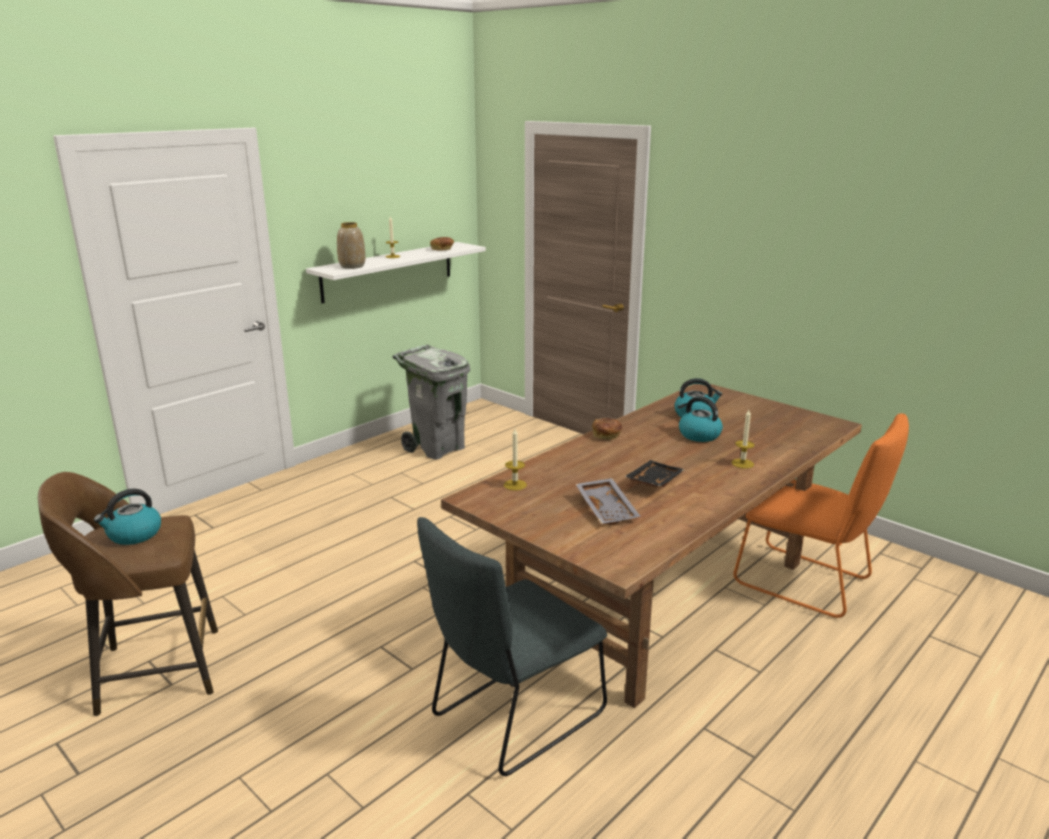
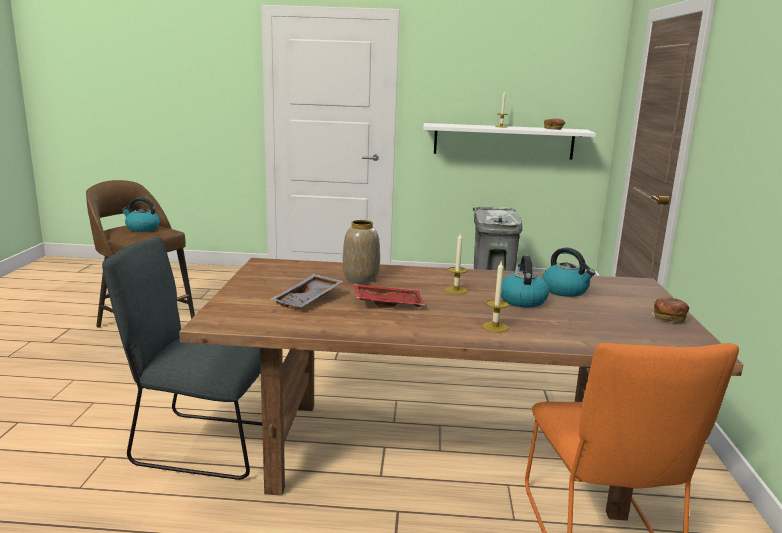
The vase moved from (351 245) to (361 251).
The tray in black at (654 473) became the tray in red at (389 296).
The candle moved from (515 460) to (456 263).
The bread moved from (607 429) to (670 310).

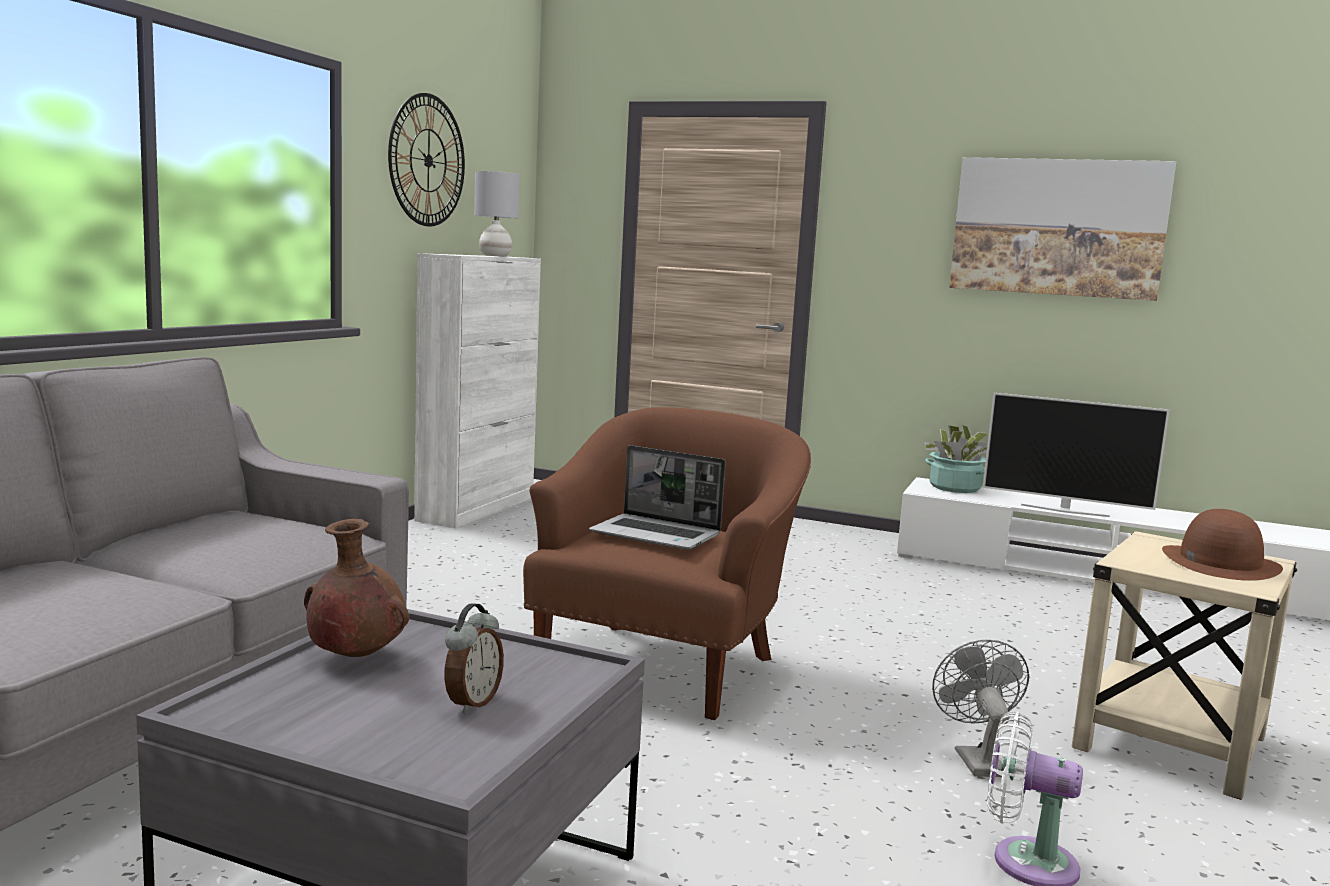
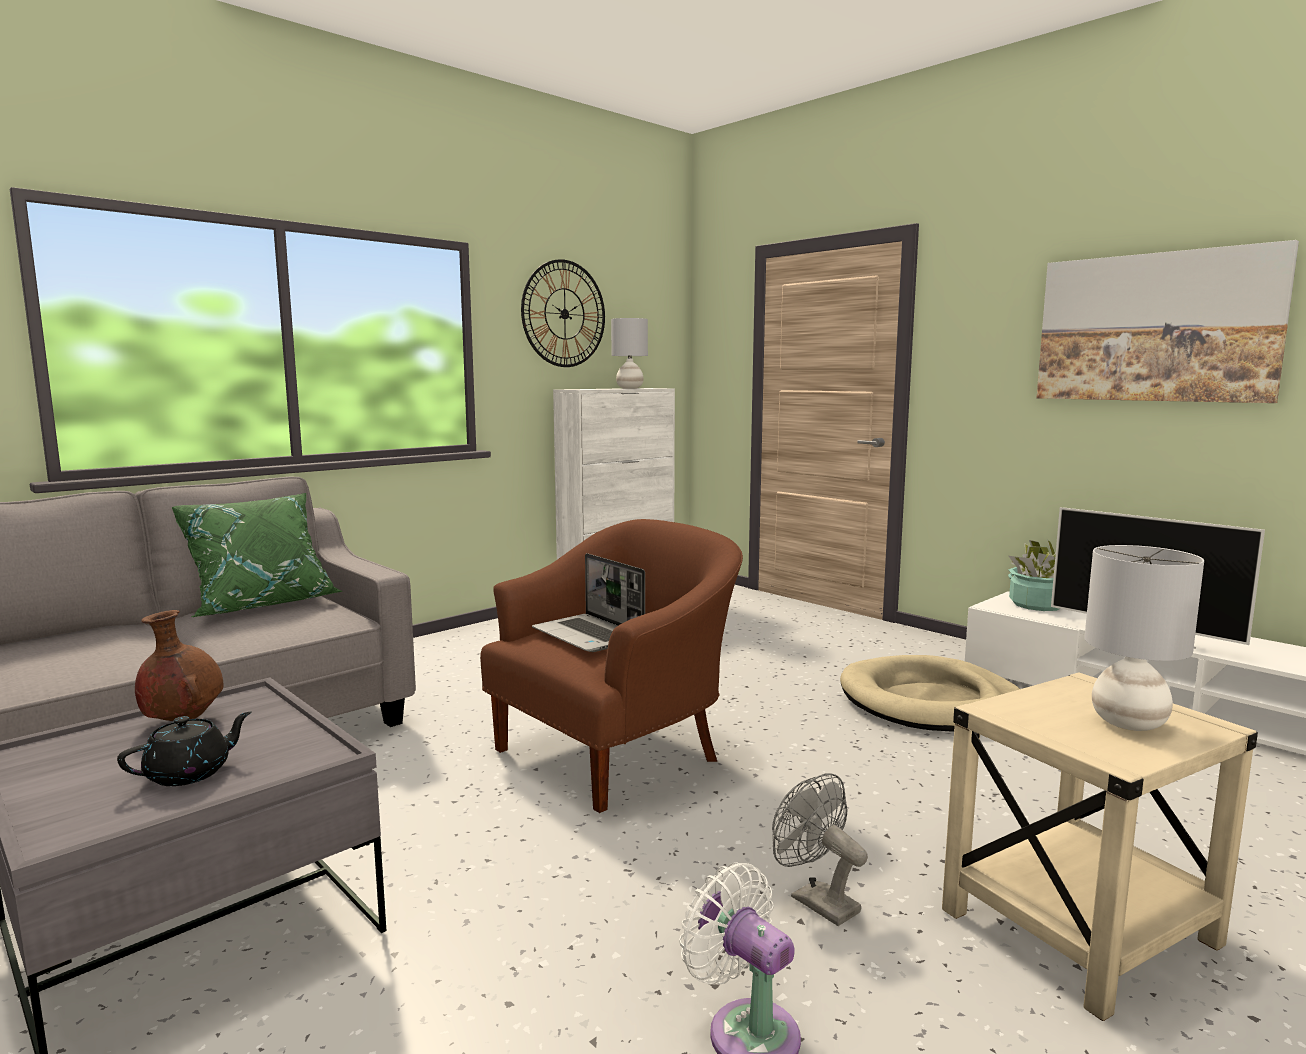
The alarm clock at (474 658) was replaced by the teapot in black at (184 749).
The pillow in green at (257 555) appeared.
The fan in grey at (980 708) turned 60 degrees counterclockwise.
The dog bed in beige at (930 693) appeared.
The hat in brown at (1222 545) was replaced by the table lamp in grey at (1144 638).

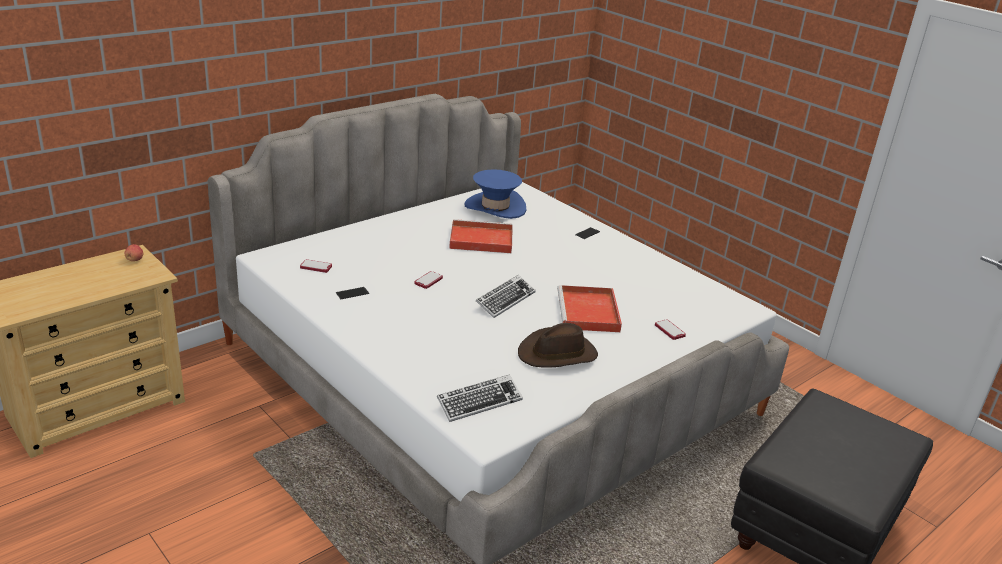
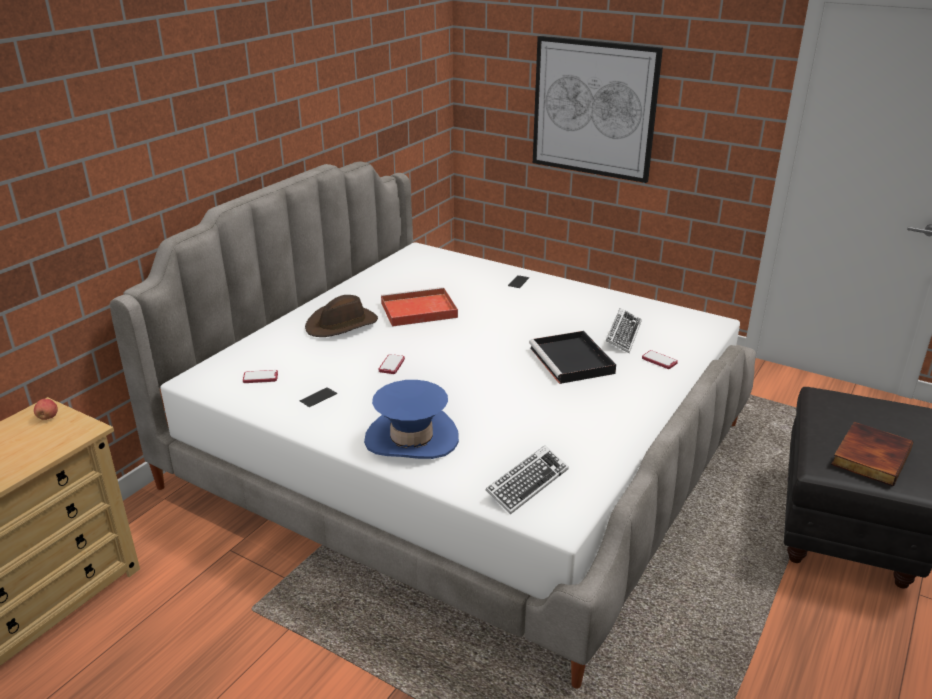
The hat in brown moved from (558 345) to (341 316).
The hat in blue moved from (495 194) to (411 419).
The tray in red at (589 308) became the tray in black at (572 357).
The picture at (598 109) appeared.
The keyboard moved from (506 296) to (623 330).
The book at (872 454) appeared.

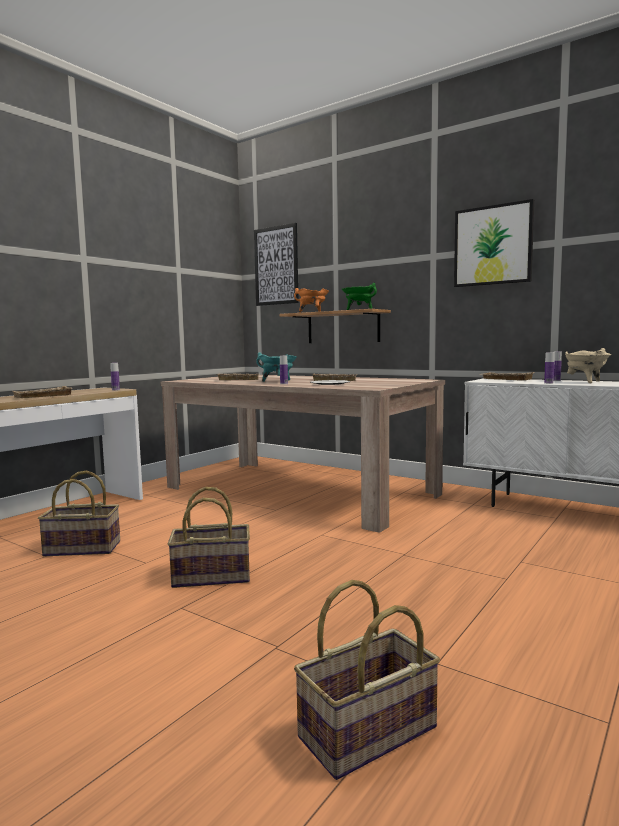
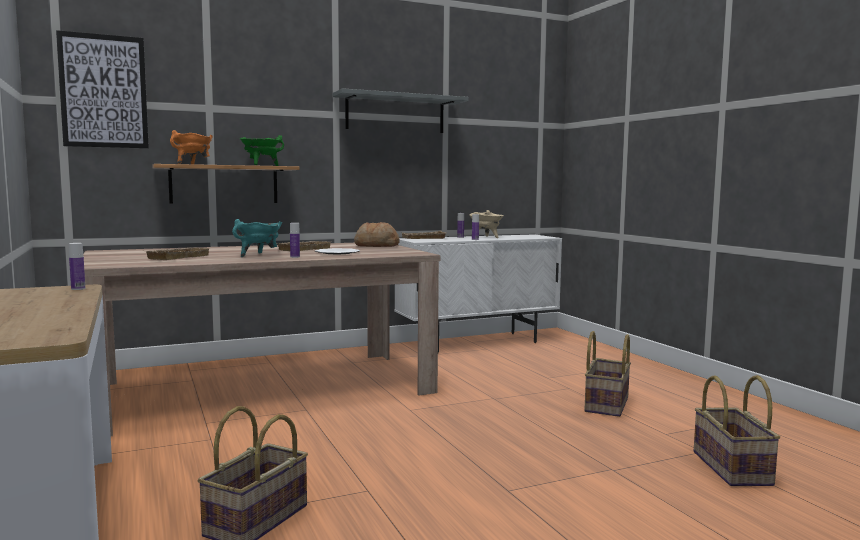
The picture at (494 243) was replaced by the shelf in grey at (401 110).
The bread at (377 234) appeared.
The basket moved from (209 537) to (607 374).
The tray in beige at (42 392) disappeared.

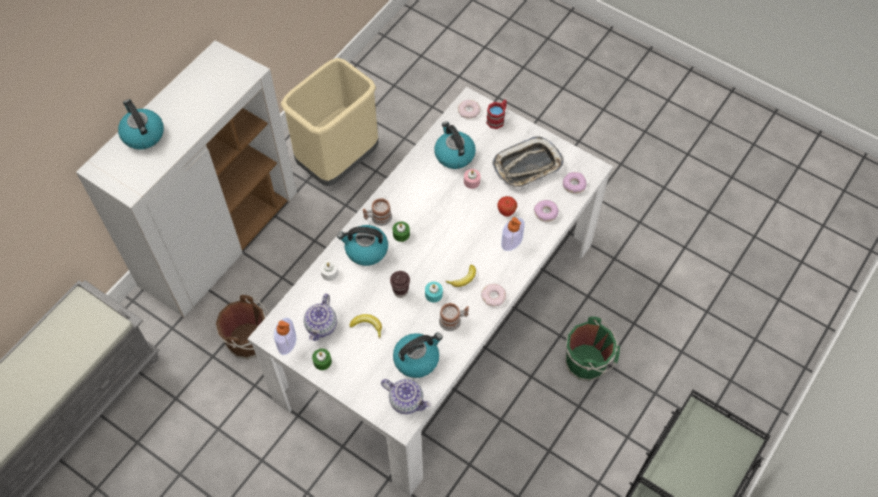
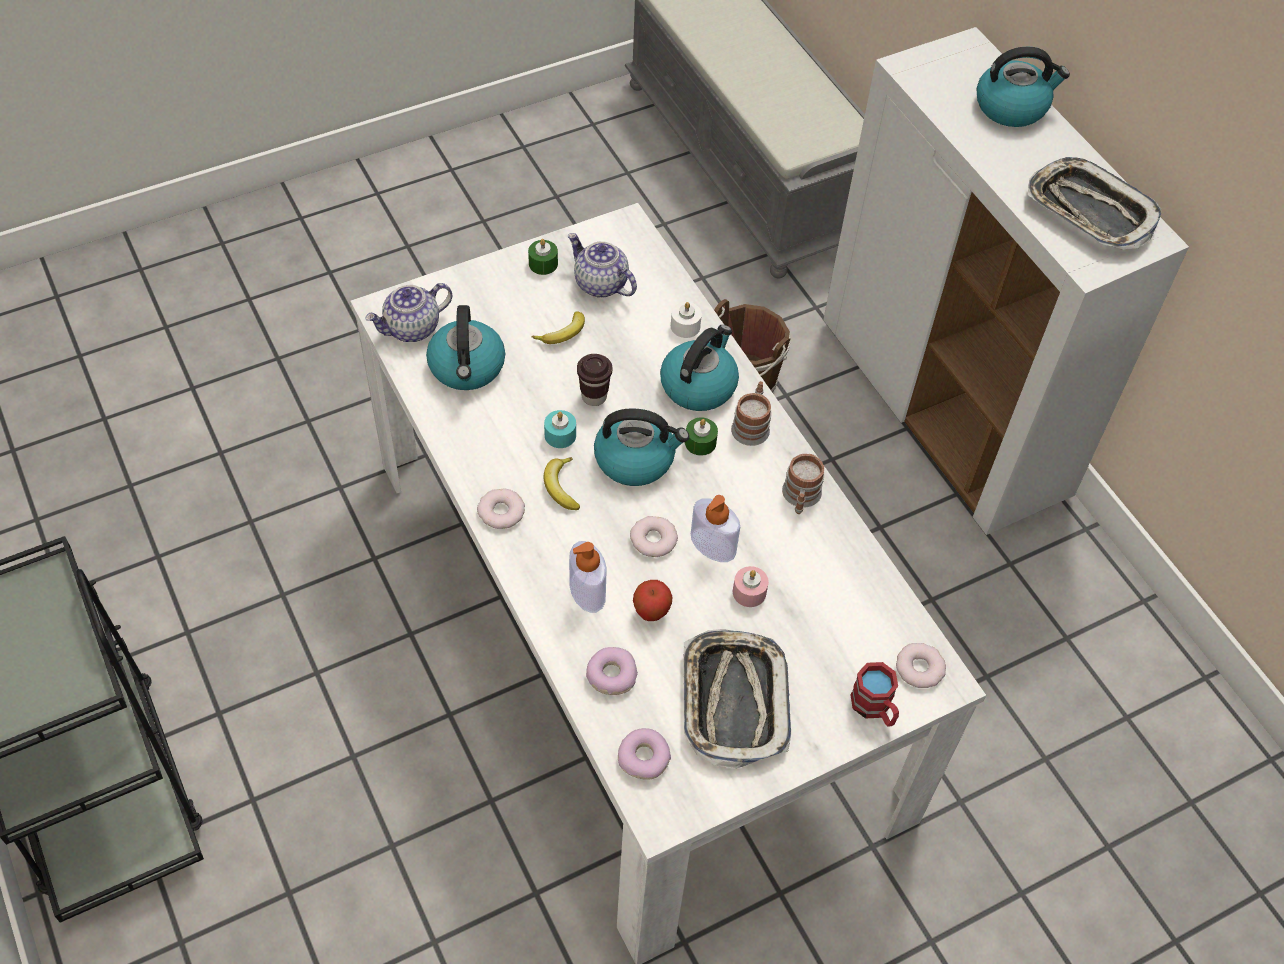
The kettle moved from (455 145) to (641 447).
The donut at (654 536) appeared.
The soap dispenser moved from (285 336) to (715 528).
The mug moved from (454 317) to (803 484).
The tray at (1095 203) appeared.
The trash can in beige at (330 122) disappeared.
The bucket in green at (592 349) disappeared.

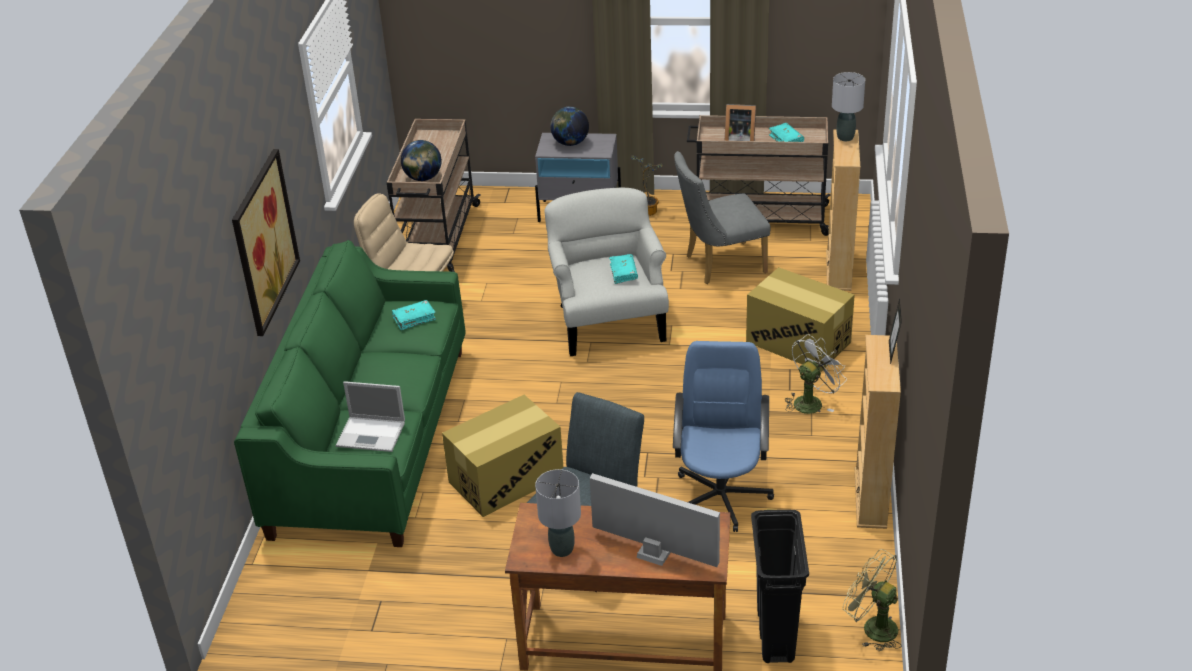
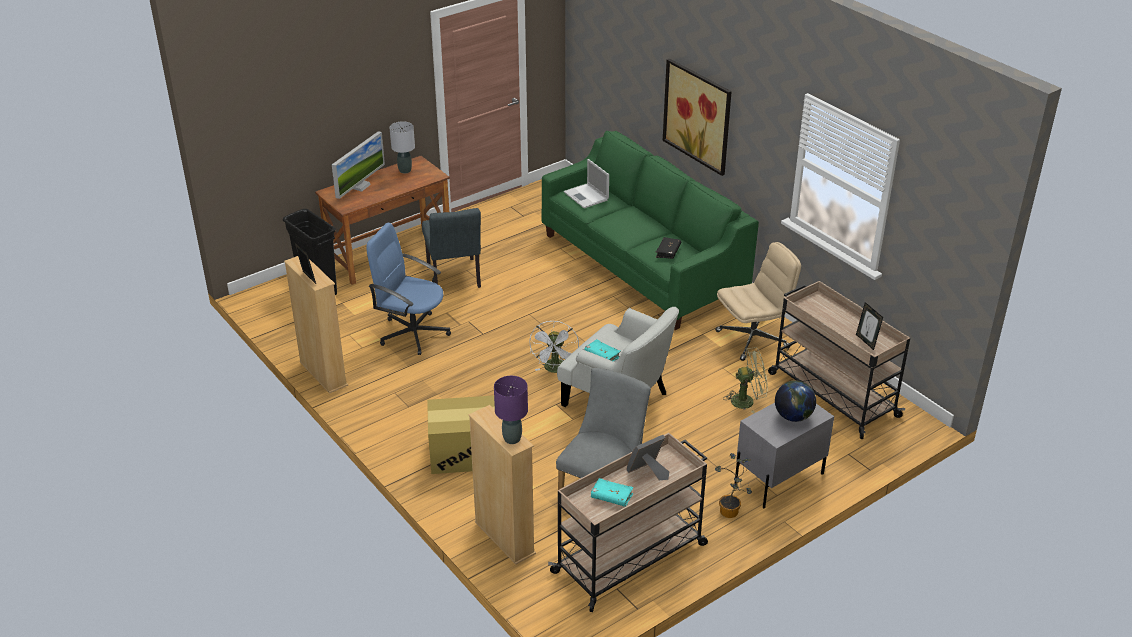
The monitor at (655 520) turned 45 degrees counterclockwise.
The office chair in blue at (723 436) turned 150 degrees clockwise.
The table lamp in grey at (848 106) became the table lamp in purple at (511 410).
The fan in white moved from (816 374) to (554 347).
The laptop at (370 416) turned 90 degrees counterclockwise.
The book in turquoise at (414 315) became the book in black at (668 248).
The fan in green moved from (872 600) to (745 380).
The picture frame at (869 326) appeared.
The globe at (421 160) disappeared.
The cardboard box at (503 456) disappeared.

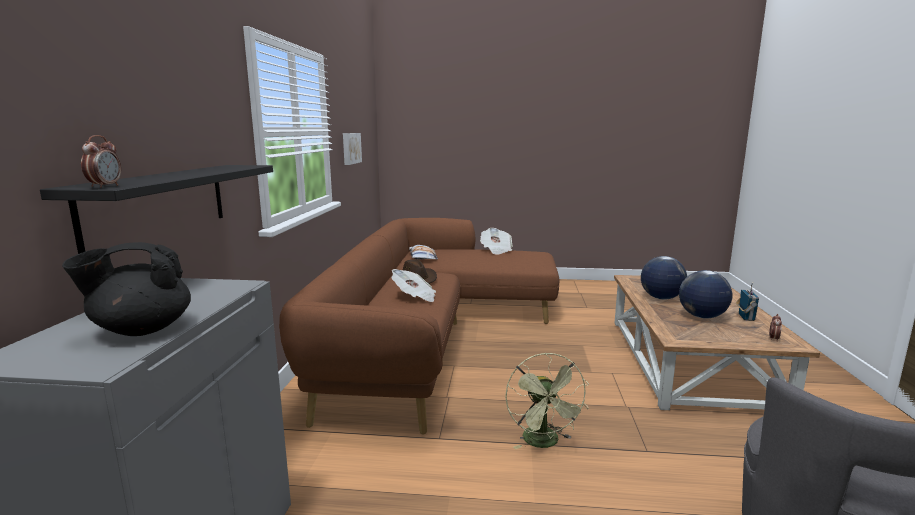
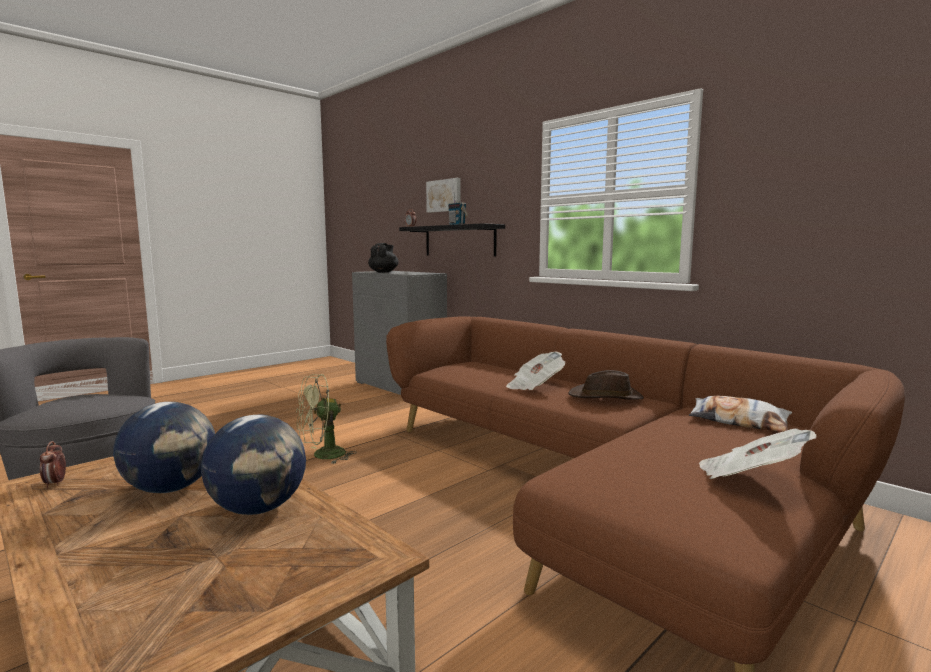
The fan in green at (547 400) turned 60 degrees counterclockwise.
The picture moved from (352 149) to (443 195).
The radio moved from (747 301) to (458 208).

